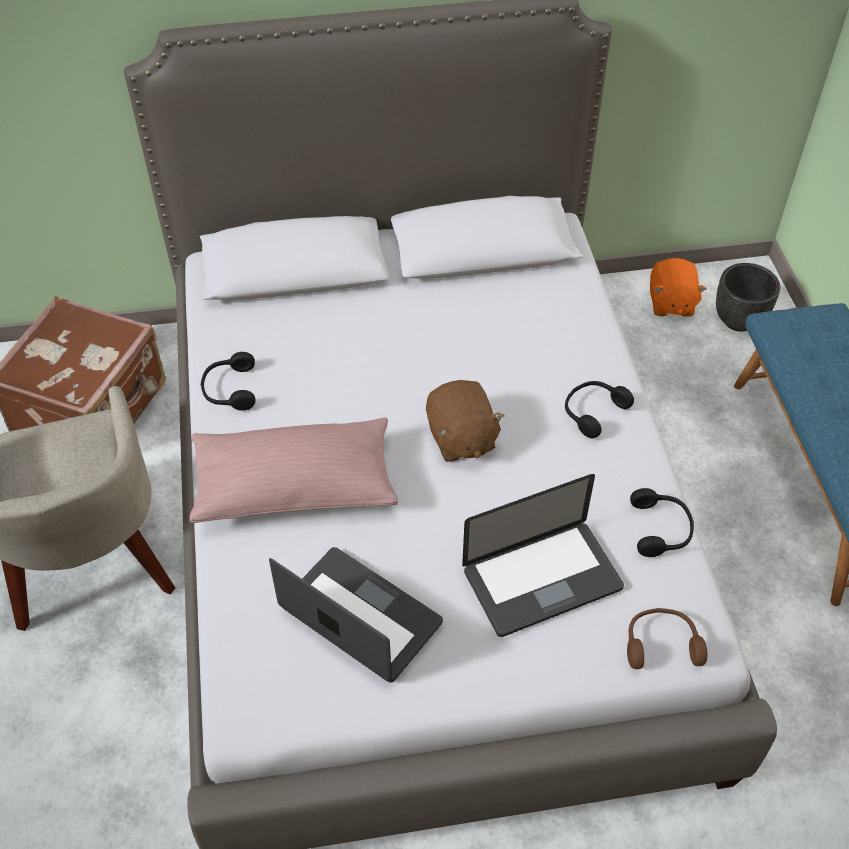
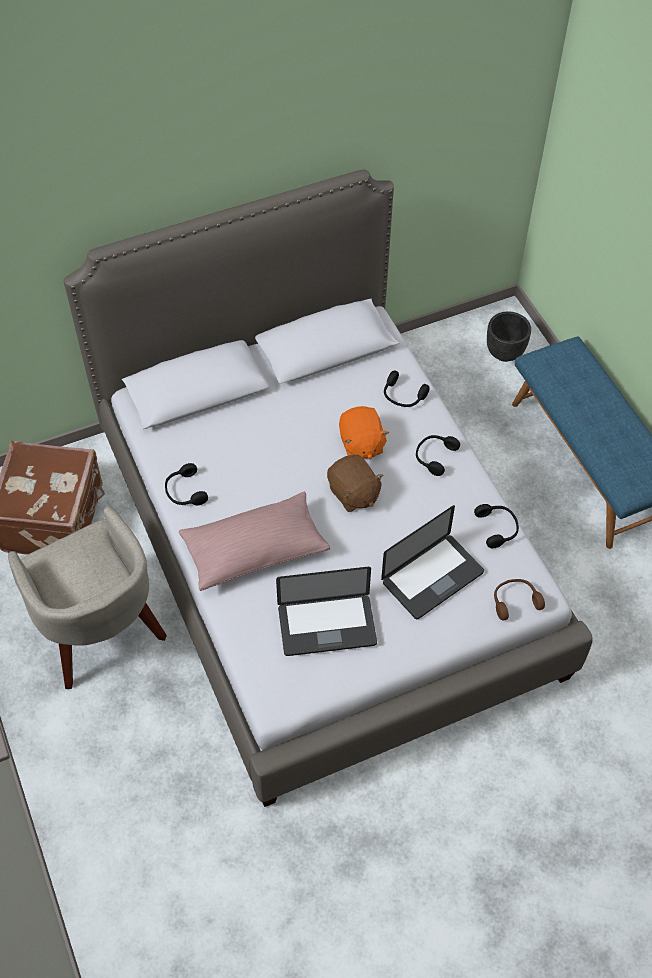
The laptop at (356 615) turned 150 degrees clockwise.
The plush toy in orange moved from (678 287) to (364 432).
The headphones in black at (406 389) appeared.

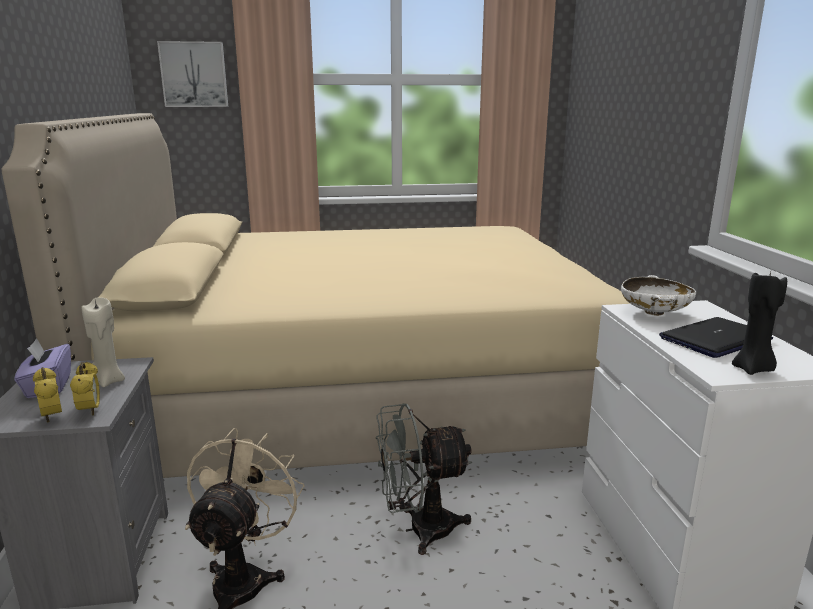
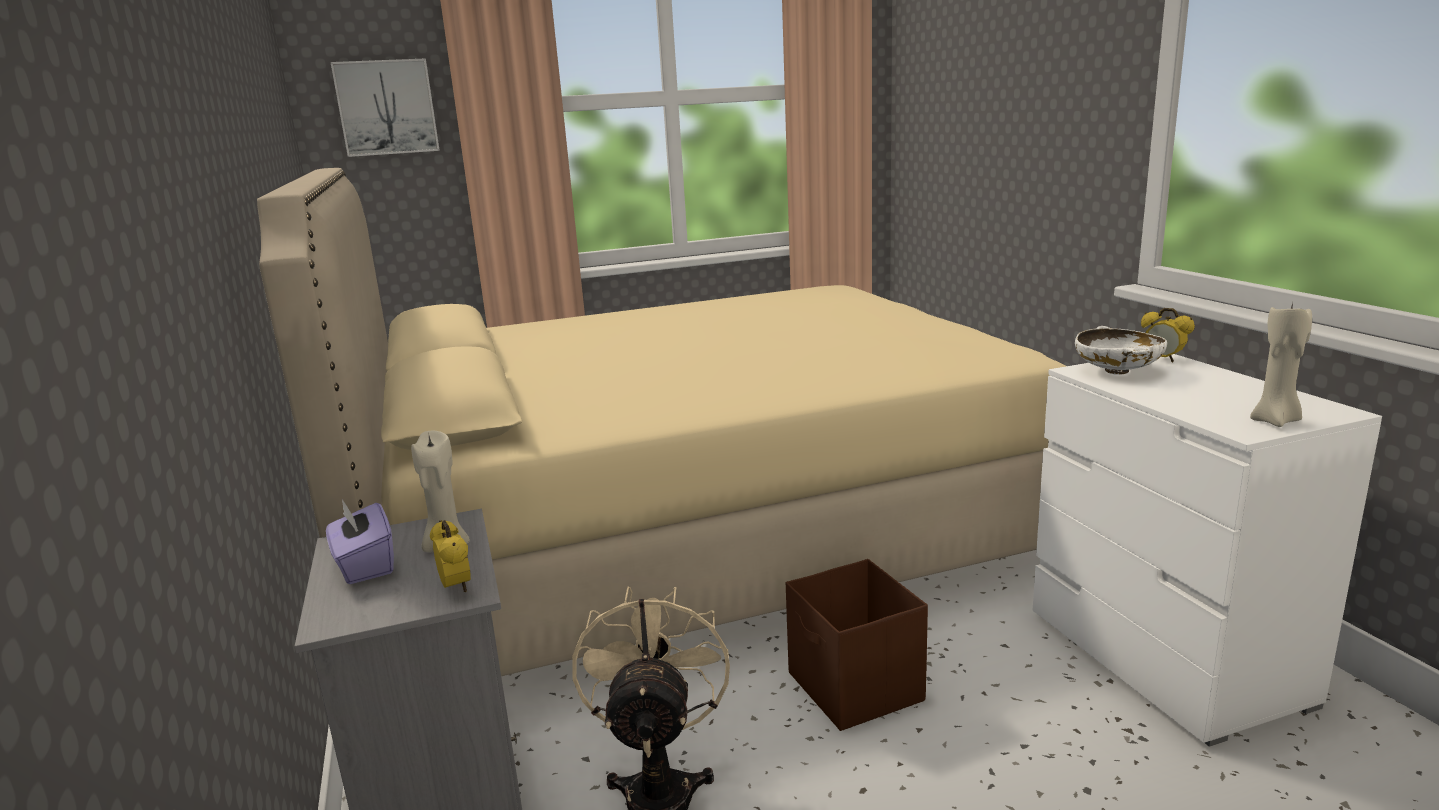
The fan in grey at (424 479) was replaced by the storage box in brown at (857 645).
The alarm clock moved from (47 395) to (1168 335).
The candle in black at (759 323) became the candle in beige at (1281 364).
The laptop at (716 337) disappeared.

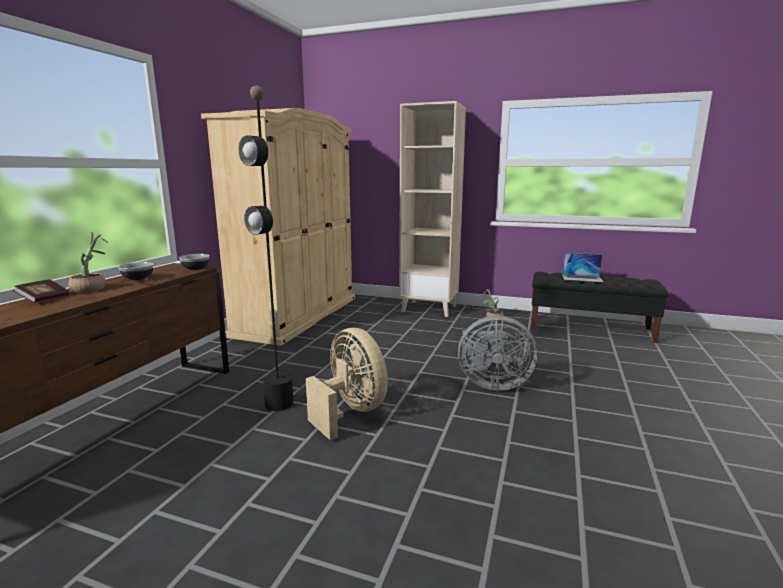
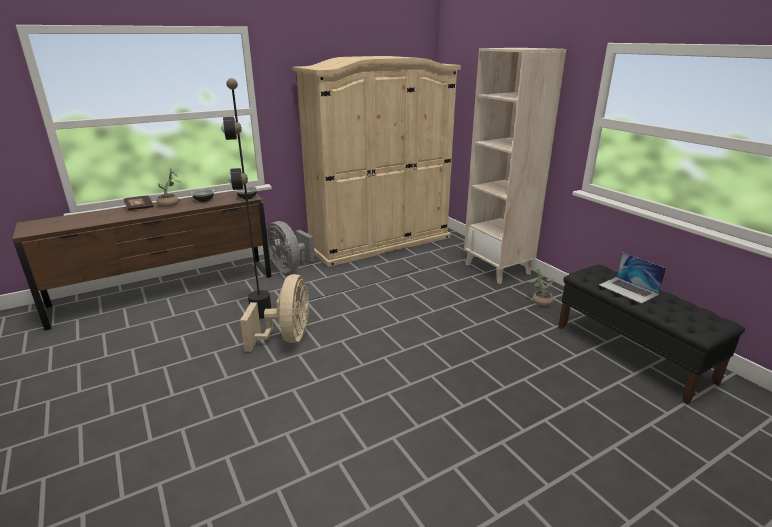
The fan in grey moved from (497 353) to (290 247).

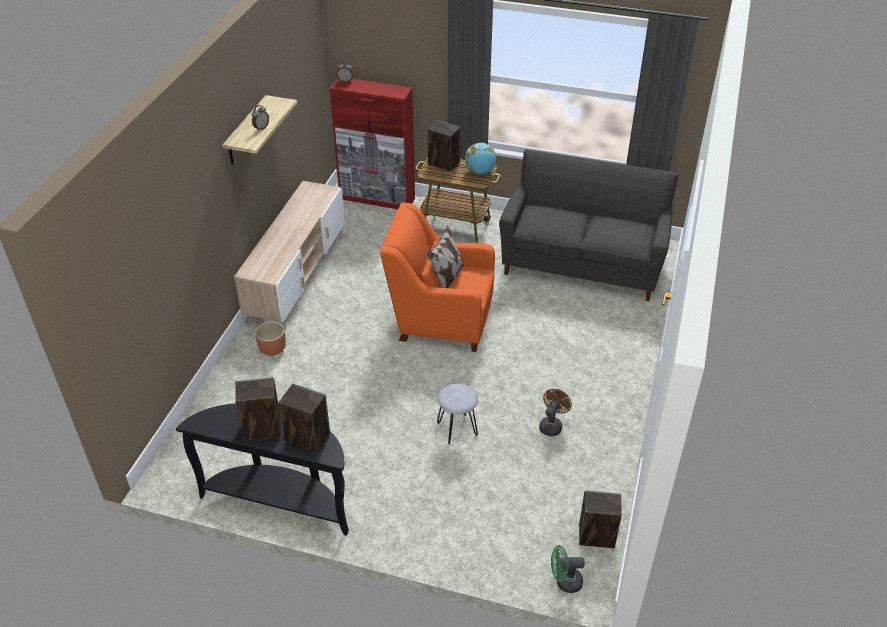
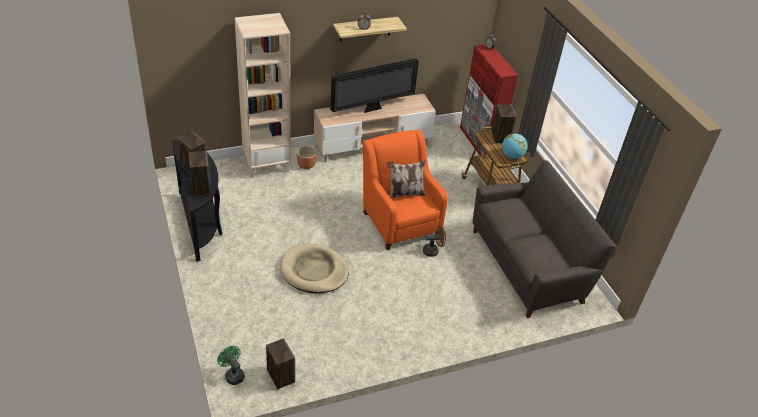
The bookcase in beige at (263 95) appeared.
The stool in grey at (457 414) was replaced by the dog bed in beige at (314 269).
The television at (374 85) appeared.
The fan in brown moved from (555 412) to (434 241).

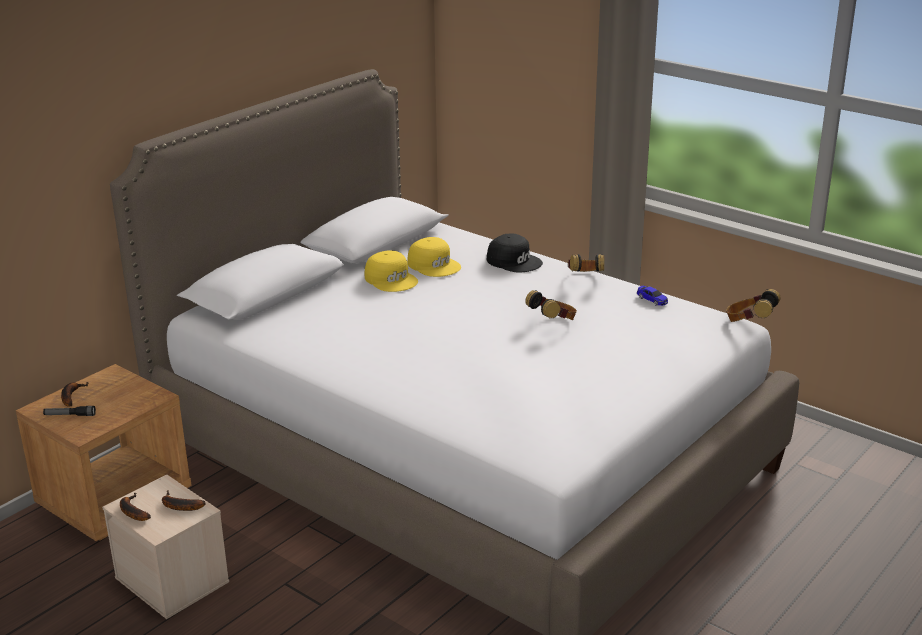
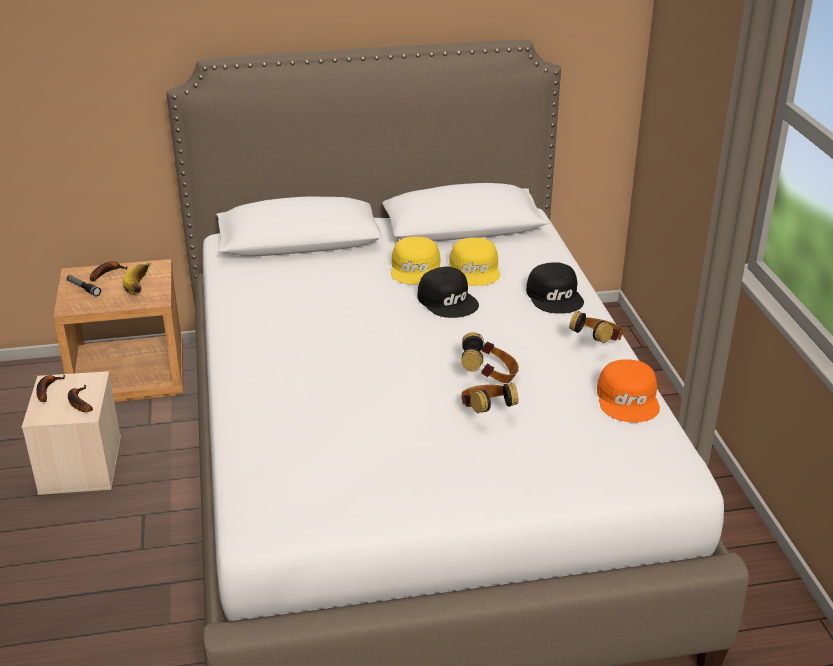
The banana at (137 278) appeared.
The cap in black at (448 292) appeared.
The headphones moved from (753 305) to (490 398).
The toy car at (652 295) was replaced by the cap in orange at (628 390).

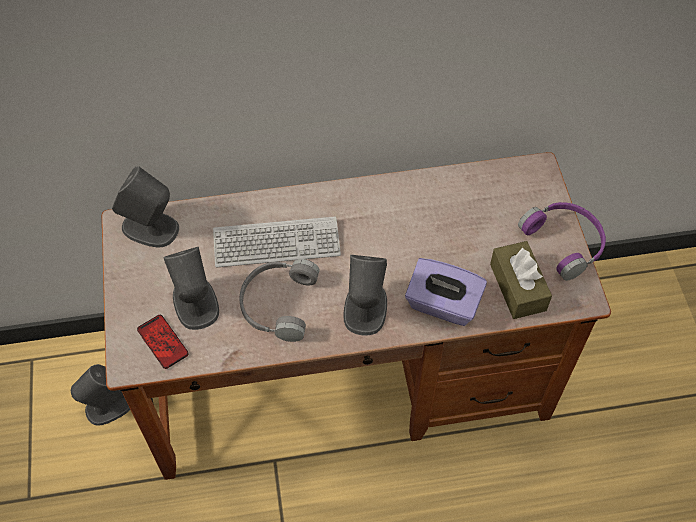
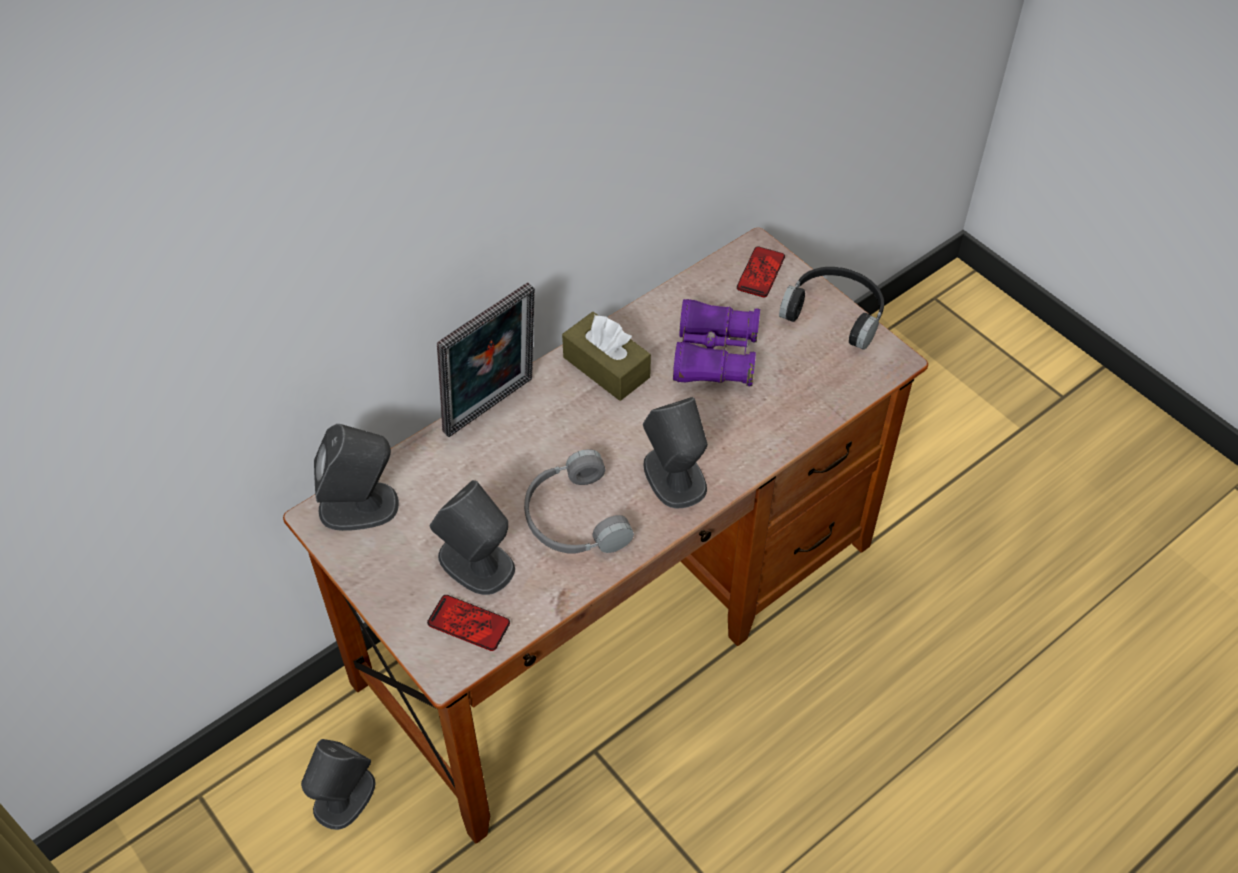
The picture frame at (486 359) appeared.
The tissue box in brown moved from (521 280) to (606 356).
The binoculars in purple at (716 342) appeared.
The phone at (761 271) appeared.
The headphones in purple at (562 241) became the headphones in black at (831 308).
The keyboard at (277 242) disappeared.
The tissue box in purple at (446 292) disappeared.

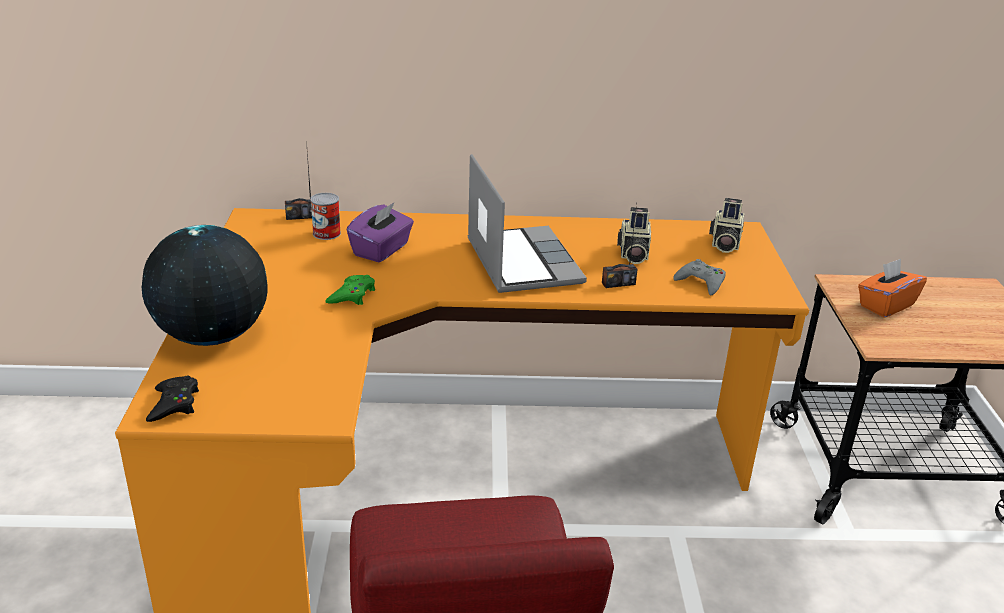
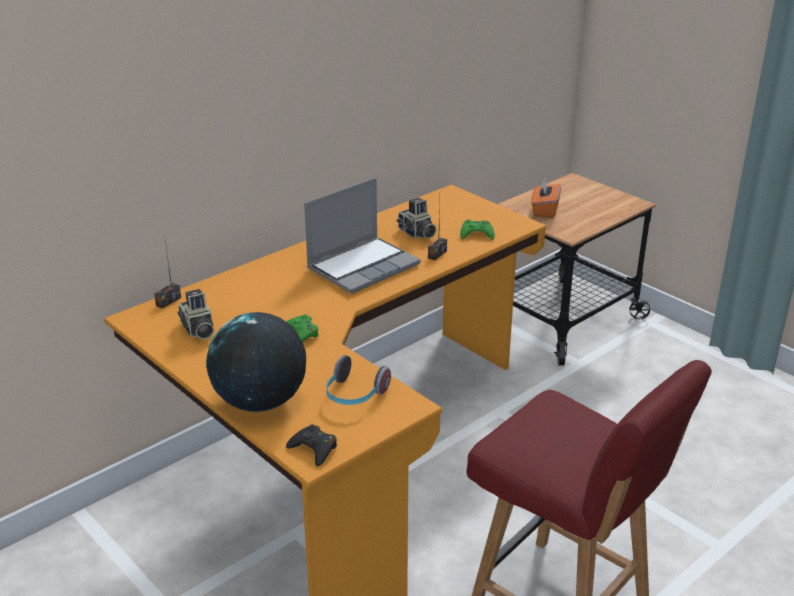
The photo camera moved from (726 225) to (196 314).
The laptop at (527 223) turned 105 degrees clockwise.
The headphones at (358 380) appeared.
The game controller in grey at (699 277) became the game controller in green at (477 229).
The can at (325 216) disappeared.
The tissue box in purple at (380 232) disappeared.

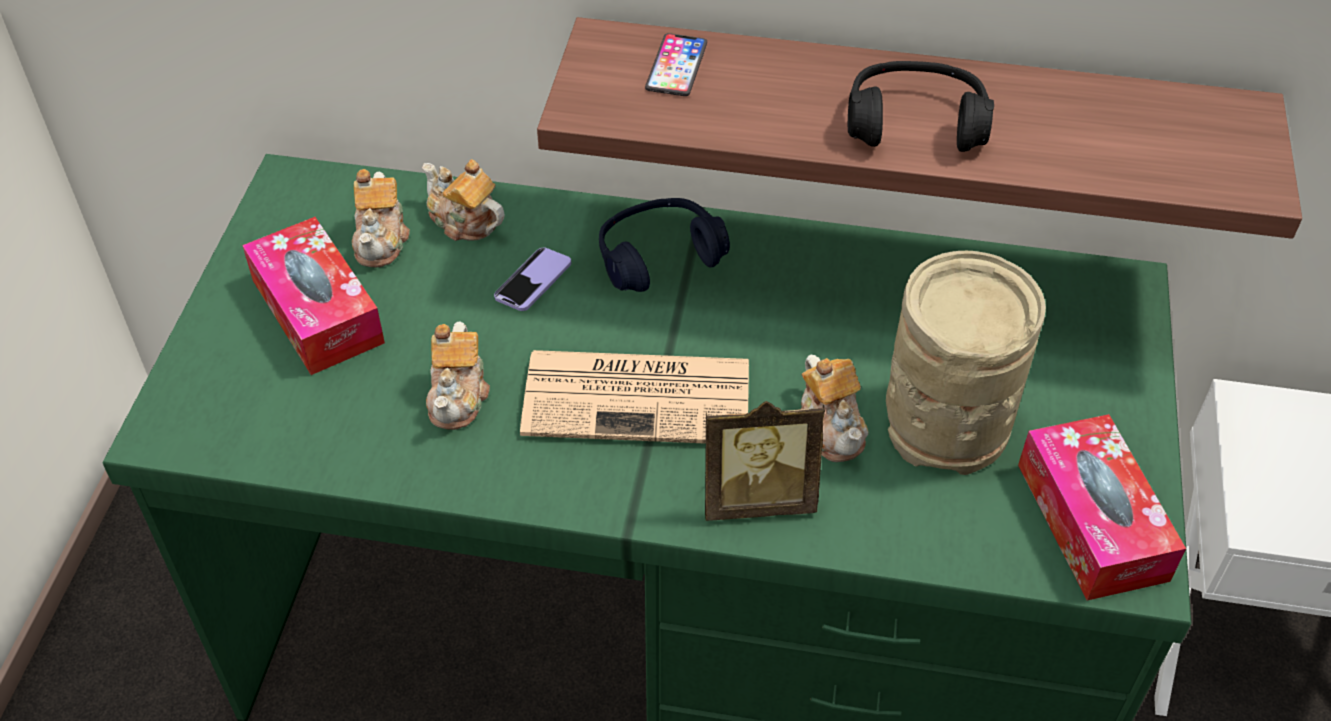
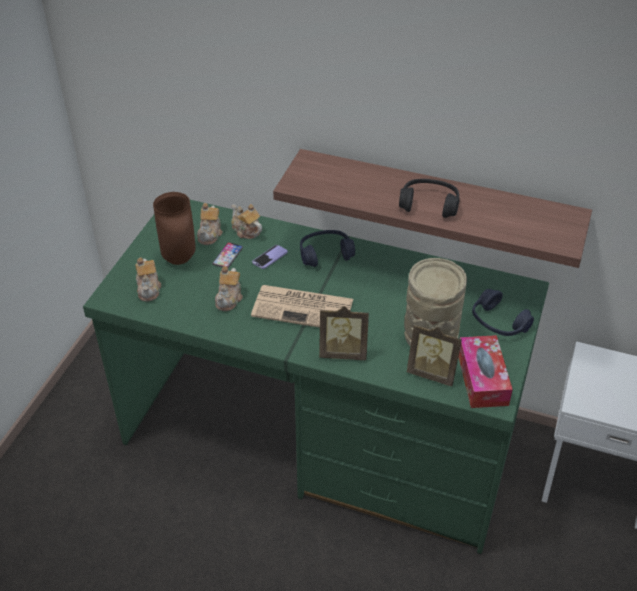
The teapot moved from (835 408) to (148 279).
The tissue box at (313 296) was replaced by the vase in brown at (174 228).
The phone moved from (676 64) to (227 255).
The picture frame at (434 355) appeared.
The headphones in blue at (503 312) appeared.

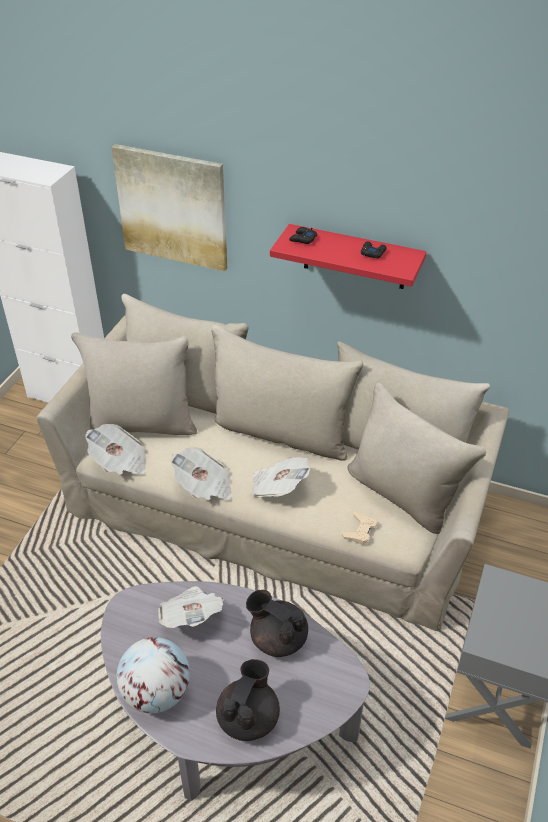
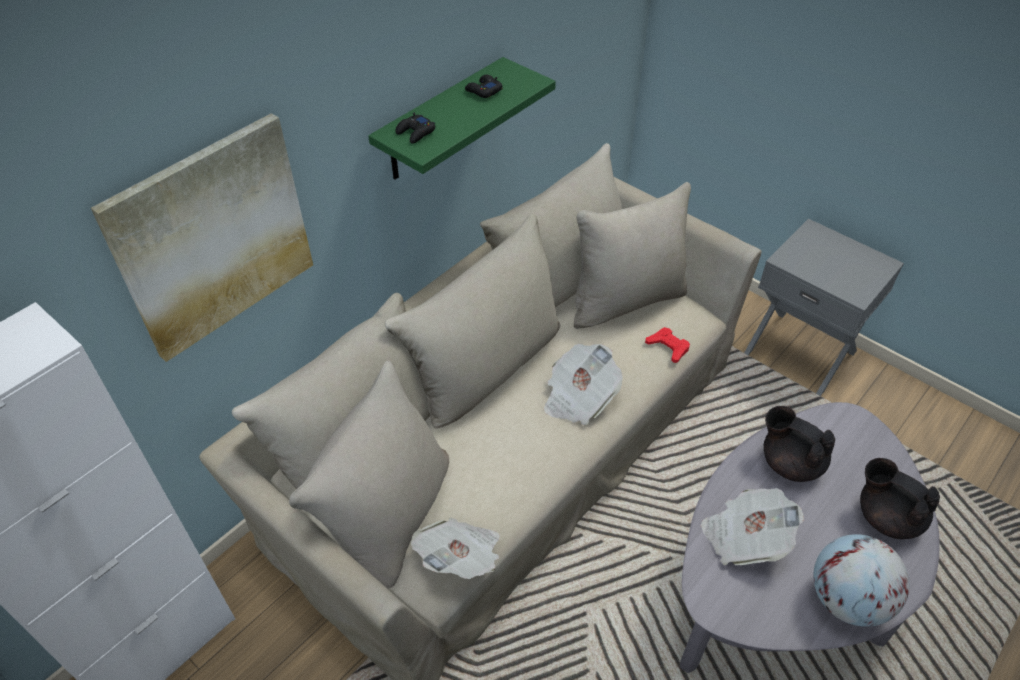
The shelf in red at (348 256) became the shelf in green at (462 118).
The game controller in beige at (359 528) became the game controller in red at (667 345).
The teapot in black at (277 623) turned 75 degrees clockwise.
The newspaper at (201 473) disappeared.

